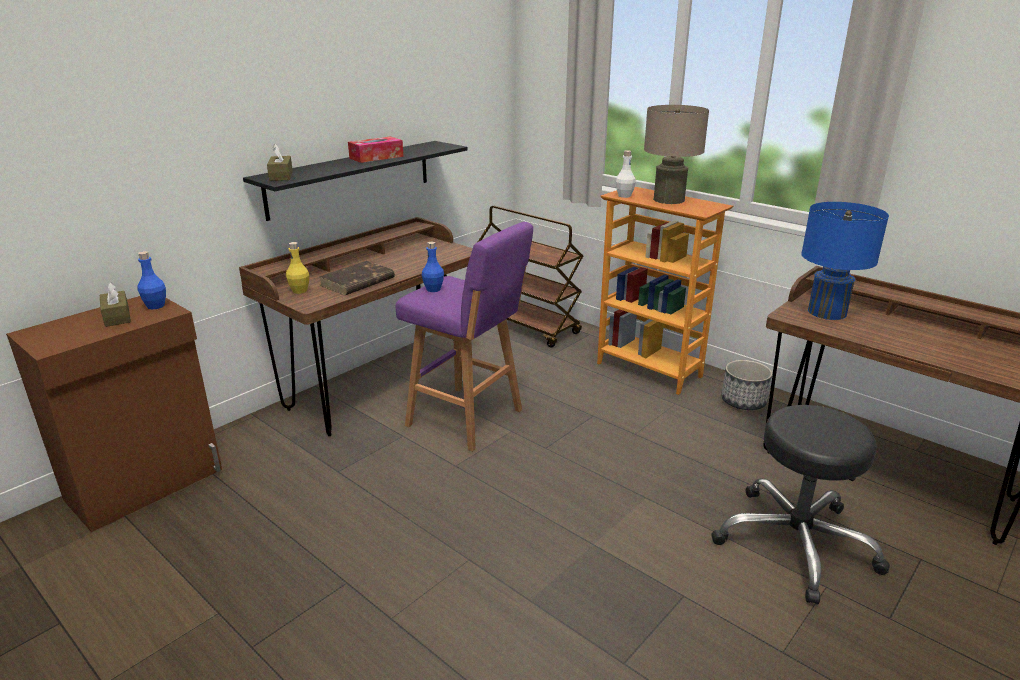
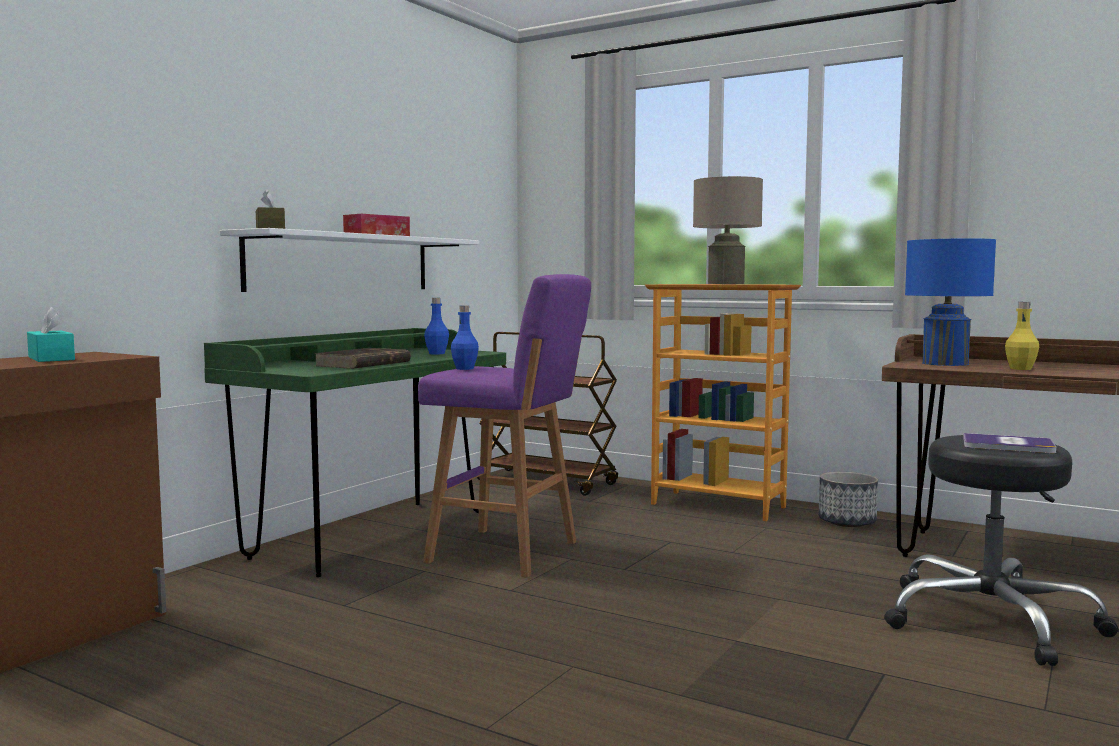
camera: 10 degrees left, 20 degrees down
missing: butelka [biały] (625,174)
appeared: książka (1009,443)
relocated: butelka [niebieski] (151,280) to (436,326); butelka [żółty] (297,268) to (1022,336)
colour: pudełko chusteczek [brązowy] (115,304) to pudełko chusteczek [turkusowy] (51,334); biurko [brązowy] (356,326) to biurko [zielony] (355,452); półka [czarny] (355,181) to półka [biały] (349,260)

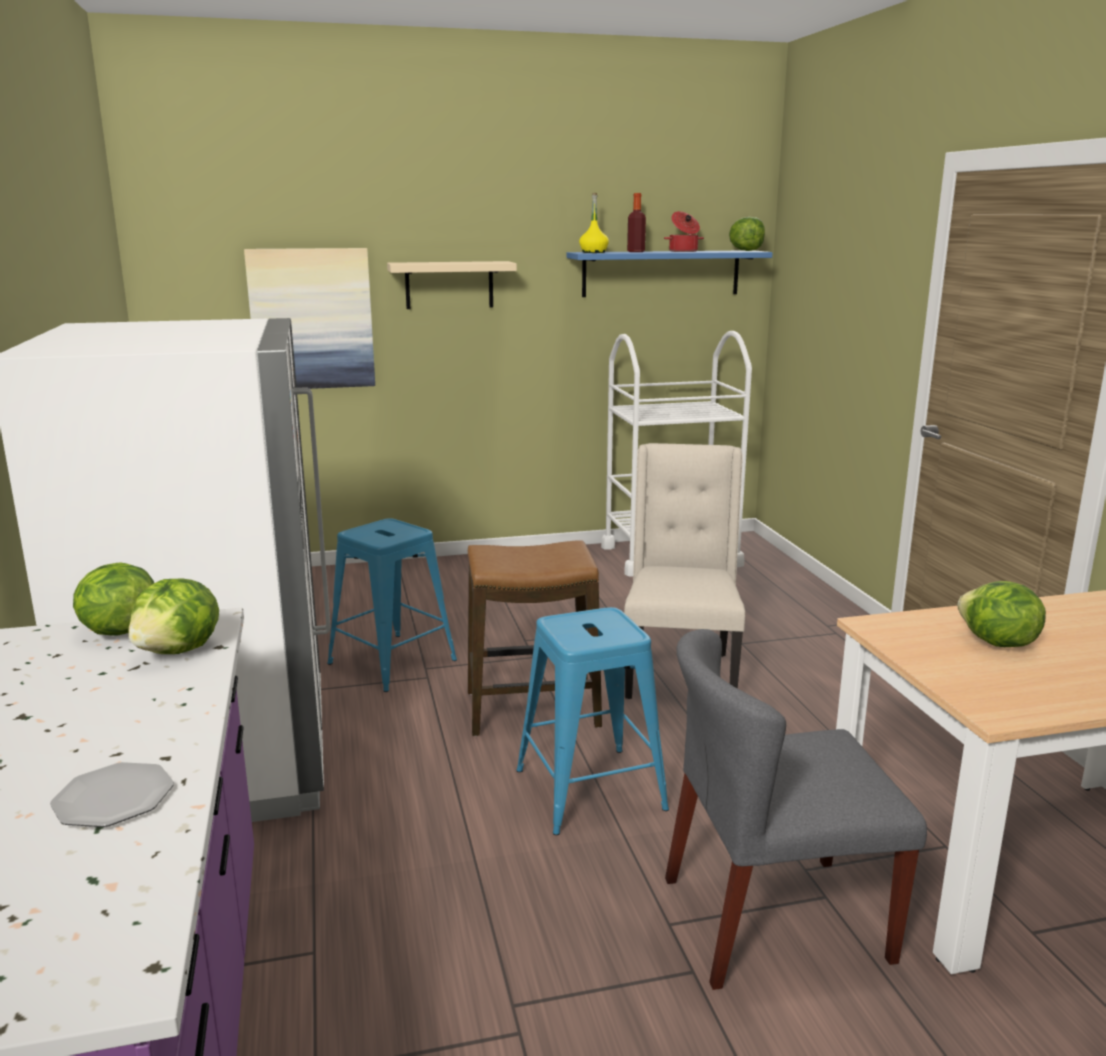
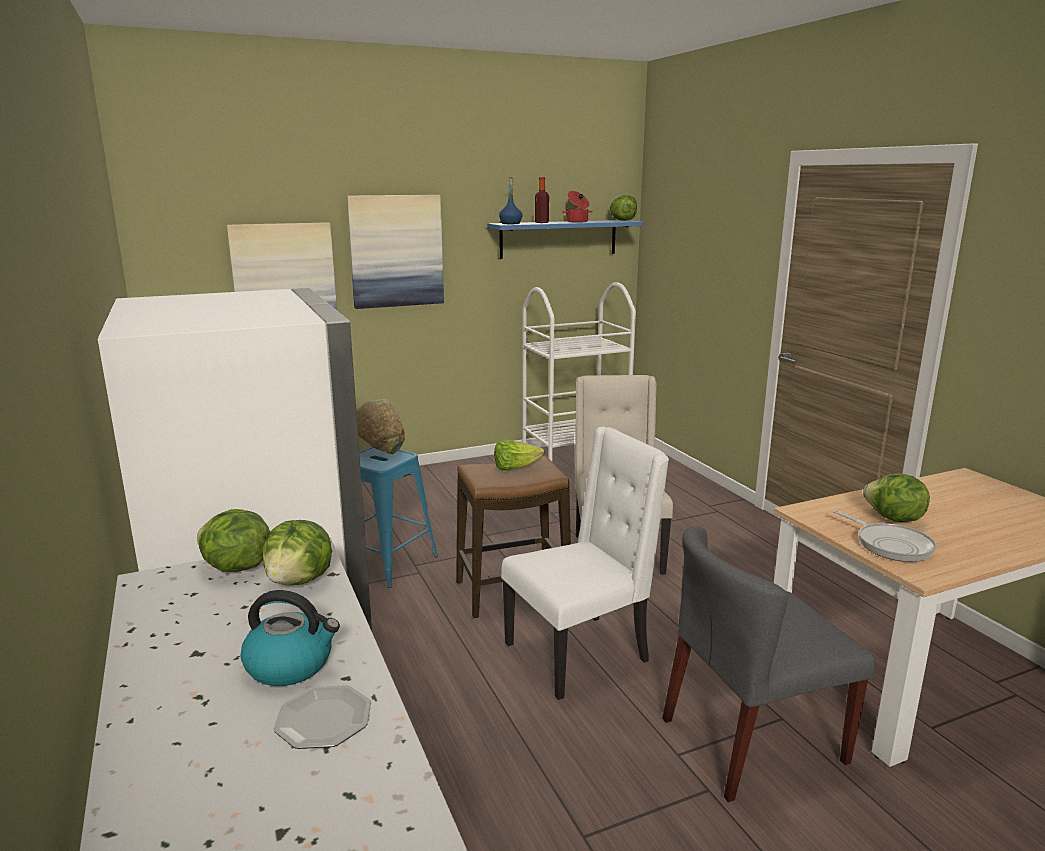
camera: 10 degrees left, 0 degrees up
appeared: czajnik (290,638); miska [zielony] (380,426); sałata (519,455); patelnia (885,536)
exchanged: półka [beżowy] (452,285) to obraz (395,252); stołek [niebieski] (593,721) to krzesło [biały] (585,563)
colour: butelka [żółty] (594,223) to butelka [niebieski] (510,200)

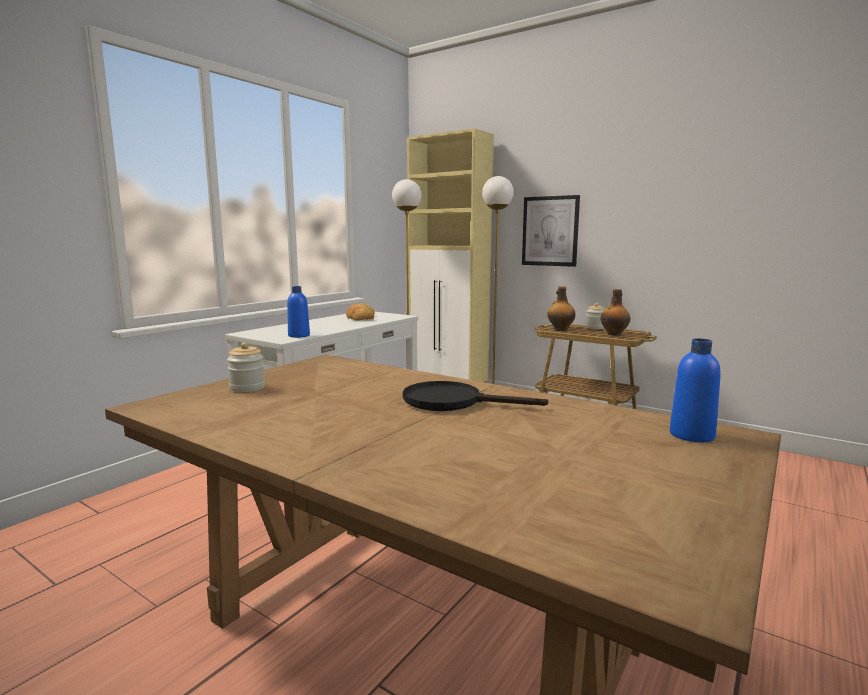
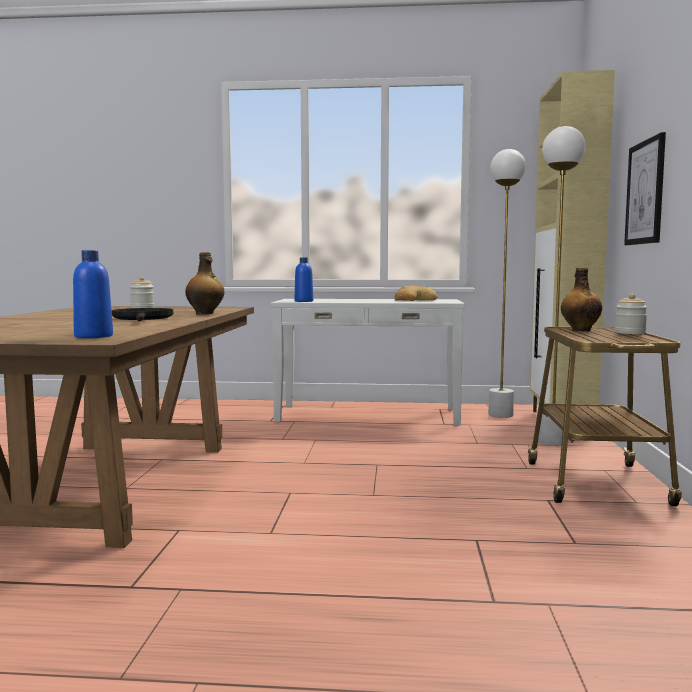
camera: 60 degrees right, 5 degrees down
relocated: butelka (615,312) to (204,283)

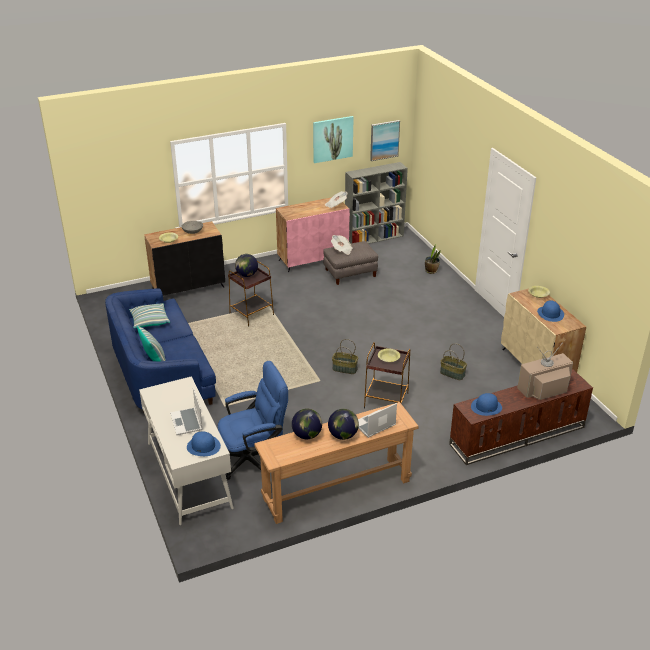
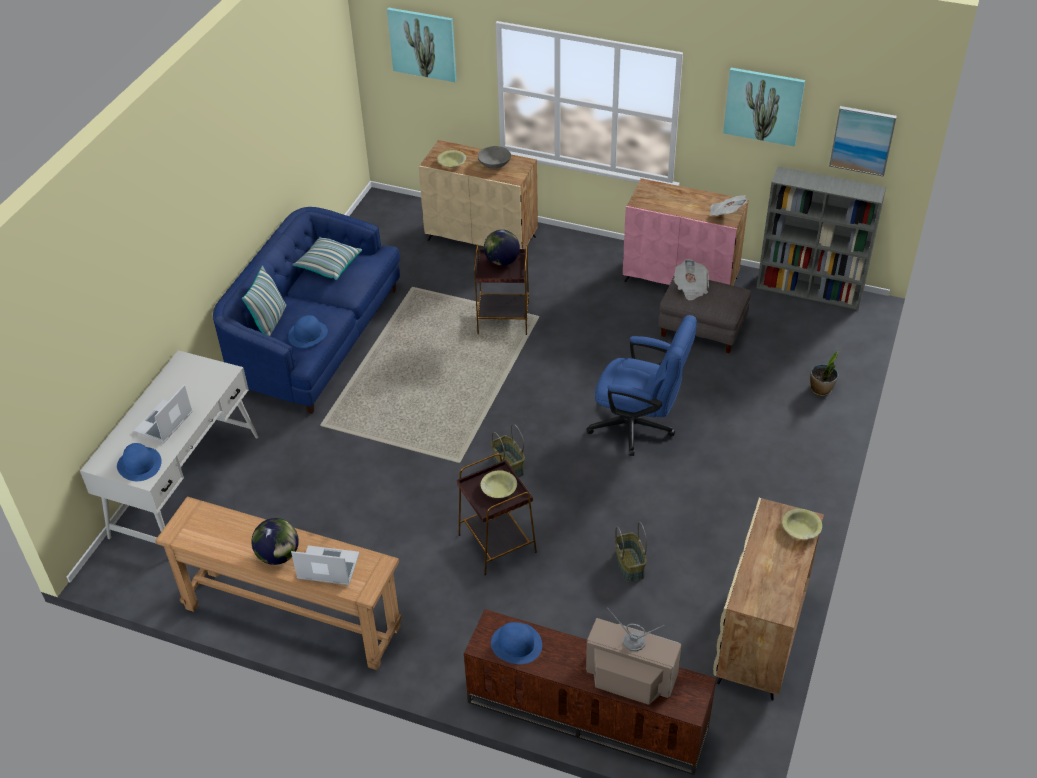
camera: 45 degrees right, 10 degrees up
missing: globus (307,423)
appeared: obraz (422,45)
relocated: kapelusz [niebieski] (550,311) to (308,331); krzesło biurowe [niebieski] (253,420) to (641,385)
colour: szafka [czarny] (184,258) to szafka [beżowy] (478,194)

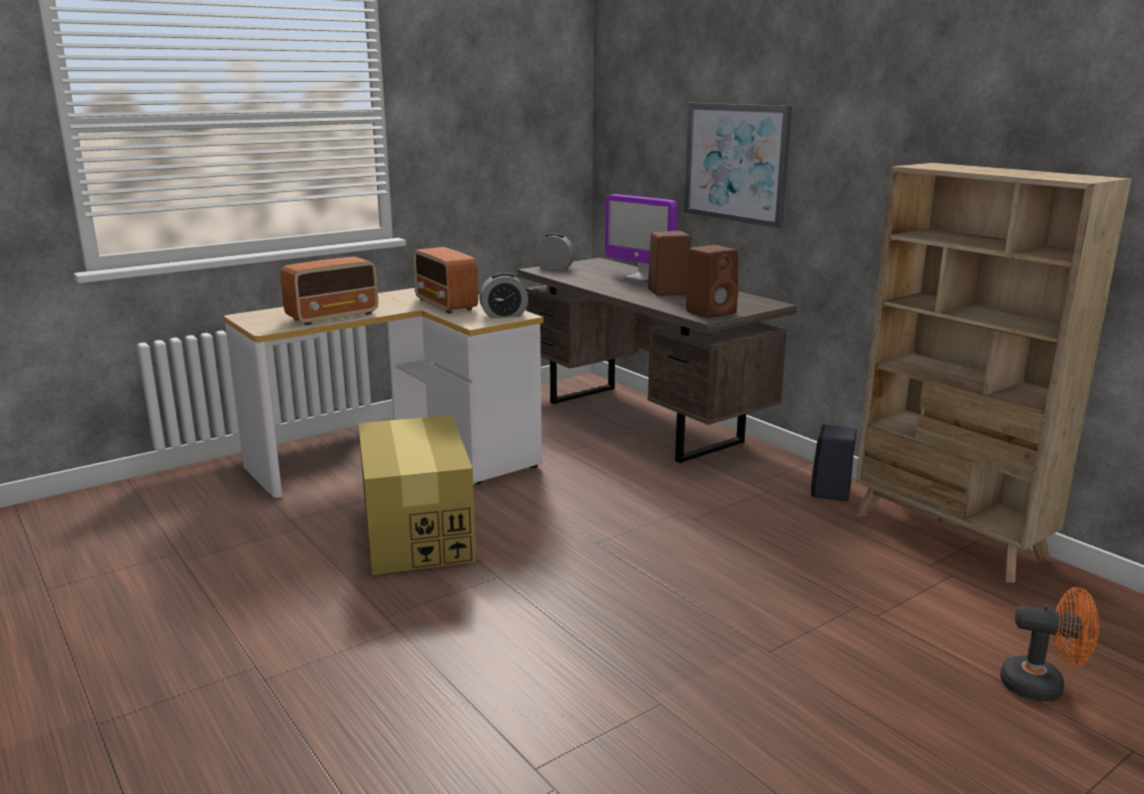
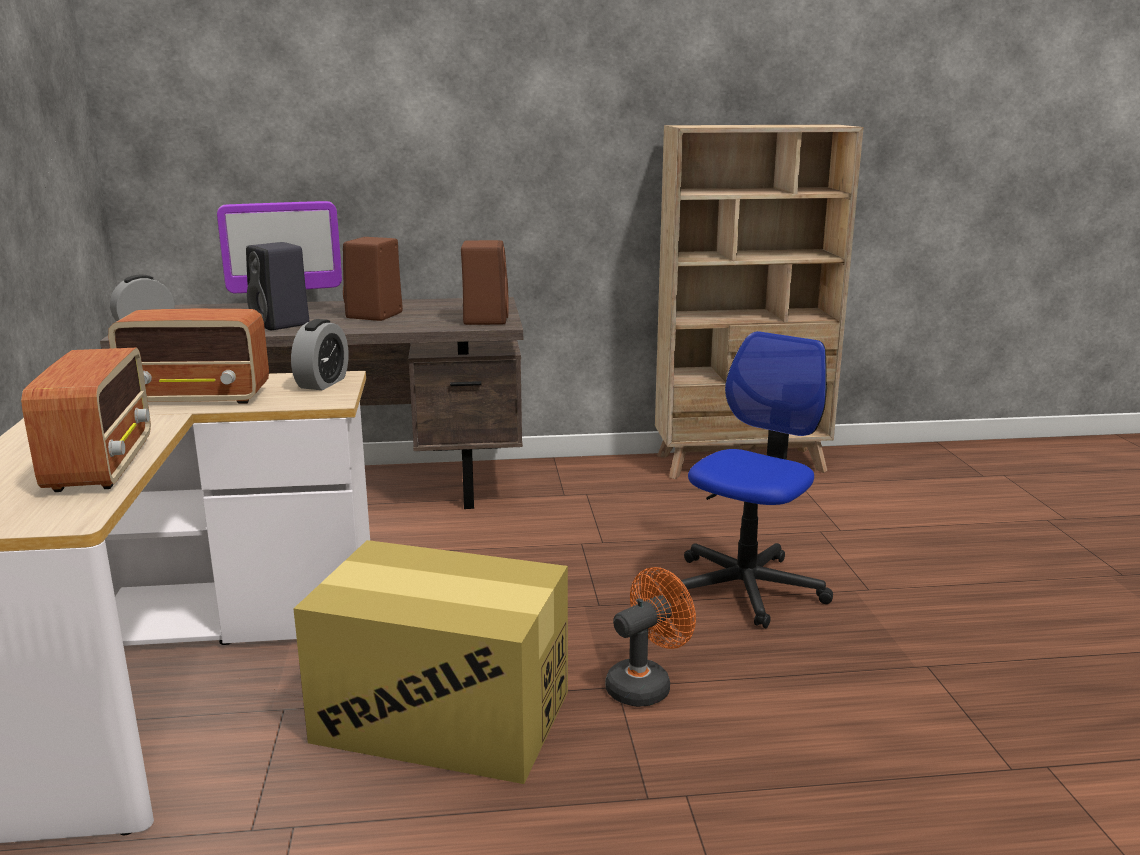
camera: 60 degrees left, 0 degrees up
missing: obraz (738,166)
appeared: krzesło biurowe (756,479)
relocated: głośnik [czarny] (834,462) to (277,286); wentylator [pomarańczowy] (1049,644) to (651,637)

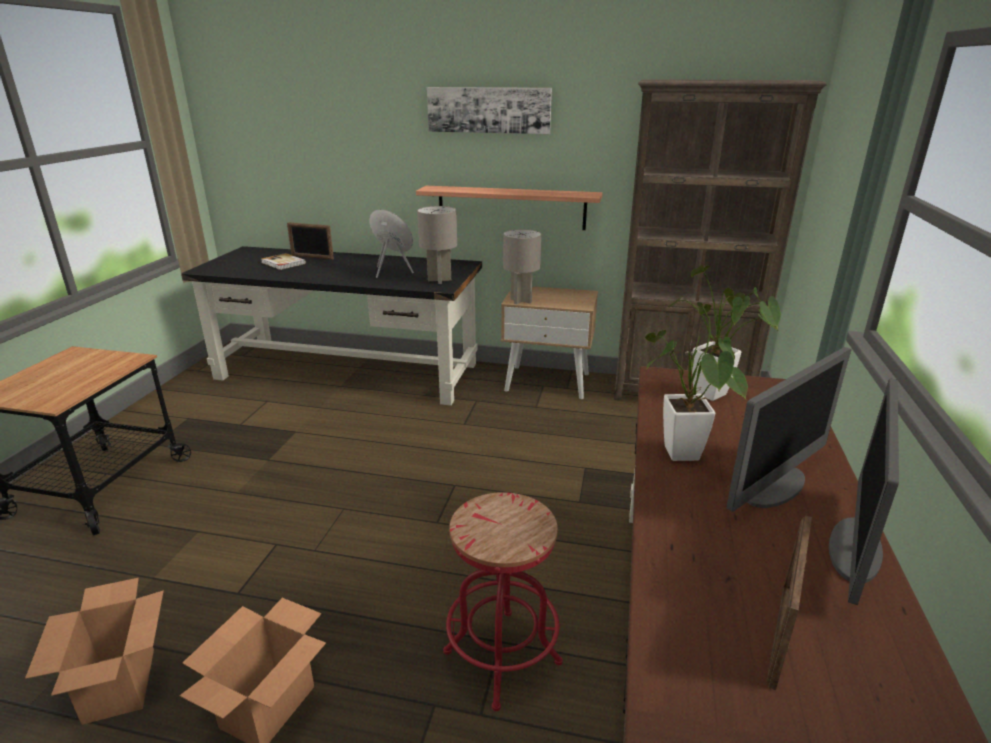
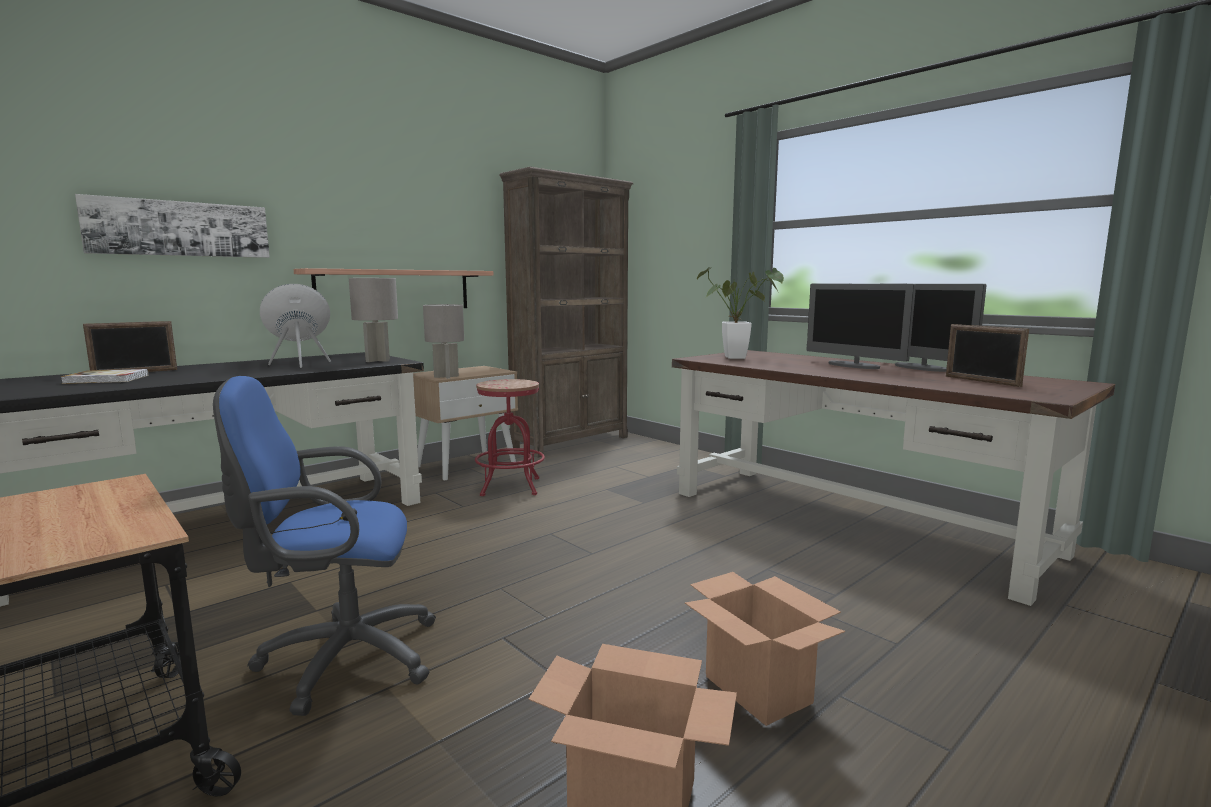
camera: 55 degrees left, 15 degrees down
missing: roślina doniczkowa (696,381)
appeared: krzesło biurowe [niebieski] (324,546)
relocated: obraz (489,110) to (172,226); stołek [czerwony] (503,601) to (510,437)
spun: monitor (788,429) = (861,326) 150 degrees clockwise

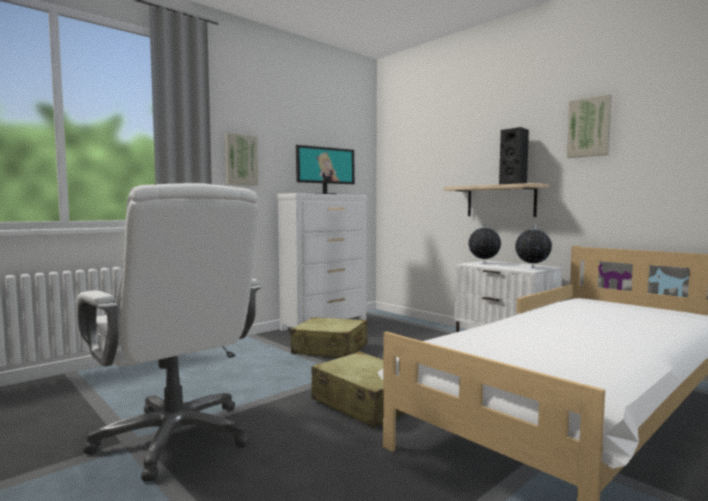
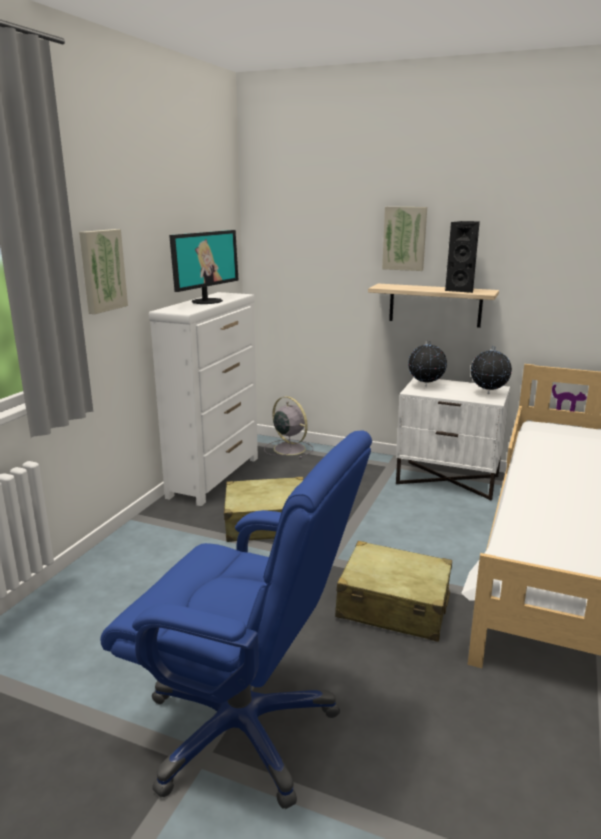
camera: 25 degrees left, 15 degrees up
appeared: wentylator [szary] (288,427)
relocated: obraz (589,126) to (404,239)
colour: krzesło biurowe [biały] (169,332) to krzesło biurowe [niebieski] (236,619)

